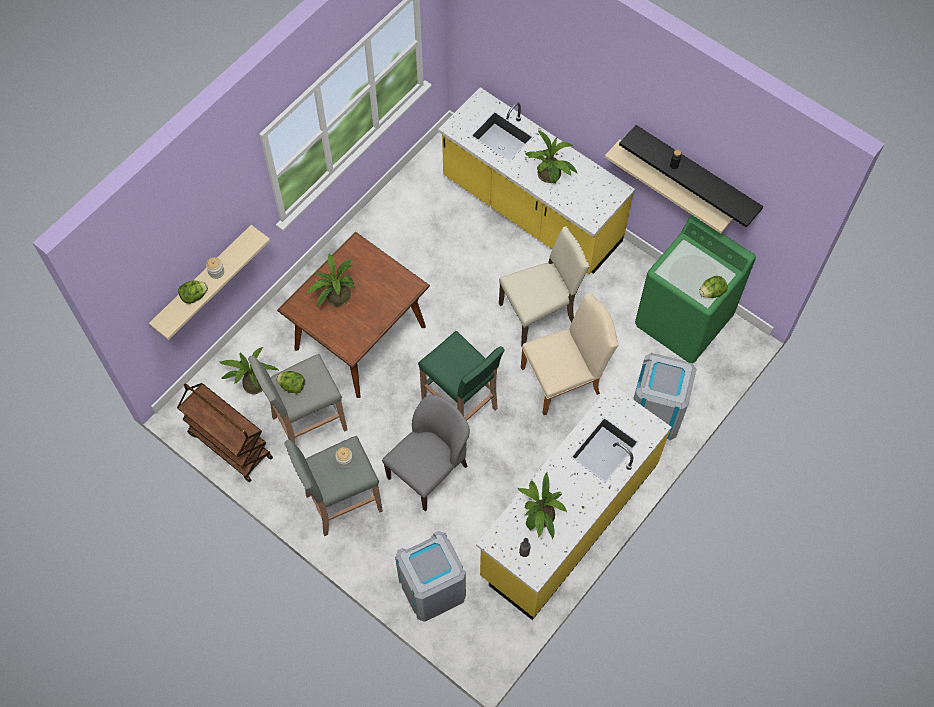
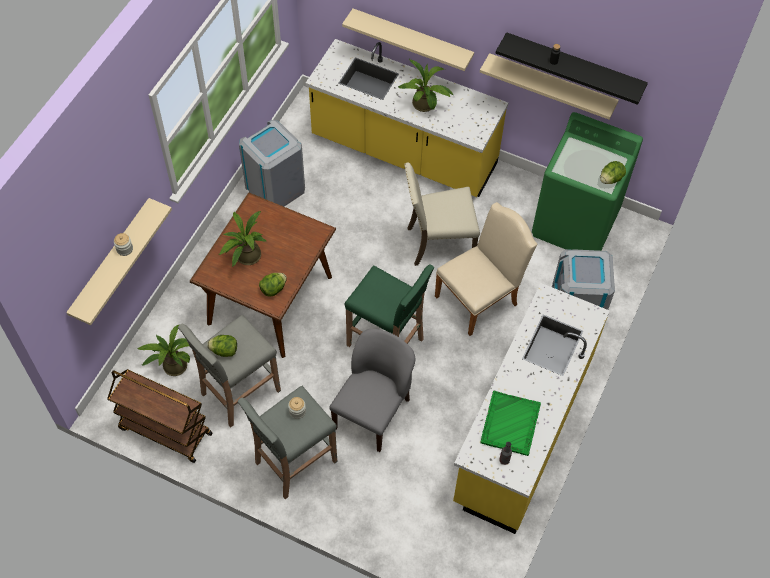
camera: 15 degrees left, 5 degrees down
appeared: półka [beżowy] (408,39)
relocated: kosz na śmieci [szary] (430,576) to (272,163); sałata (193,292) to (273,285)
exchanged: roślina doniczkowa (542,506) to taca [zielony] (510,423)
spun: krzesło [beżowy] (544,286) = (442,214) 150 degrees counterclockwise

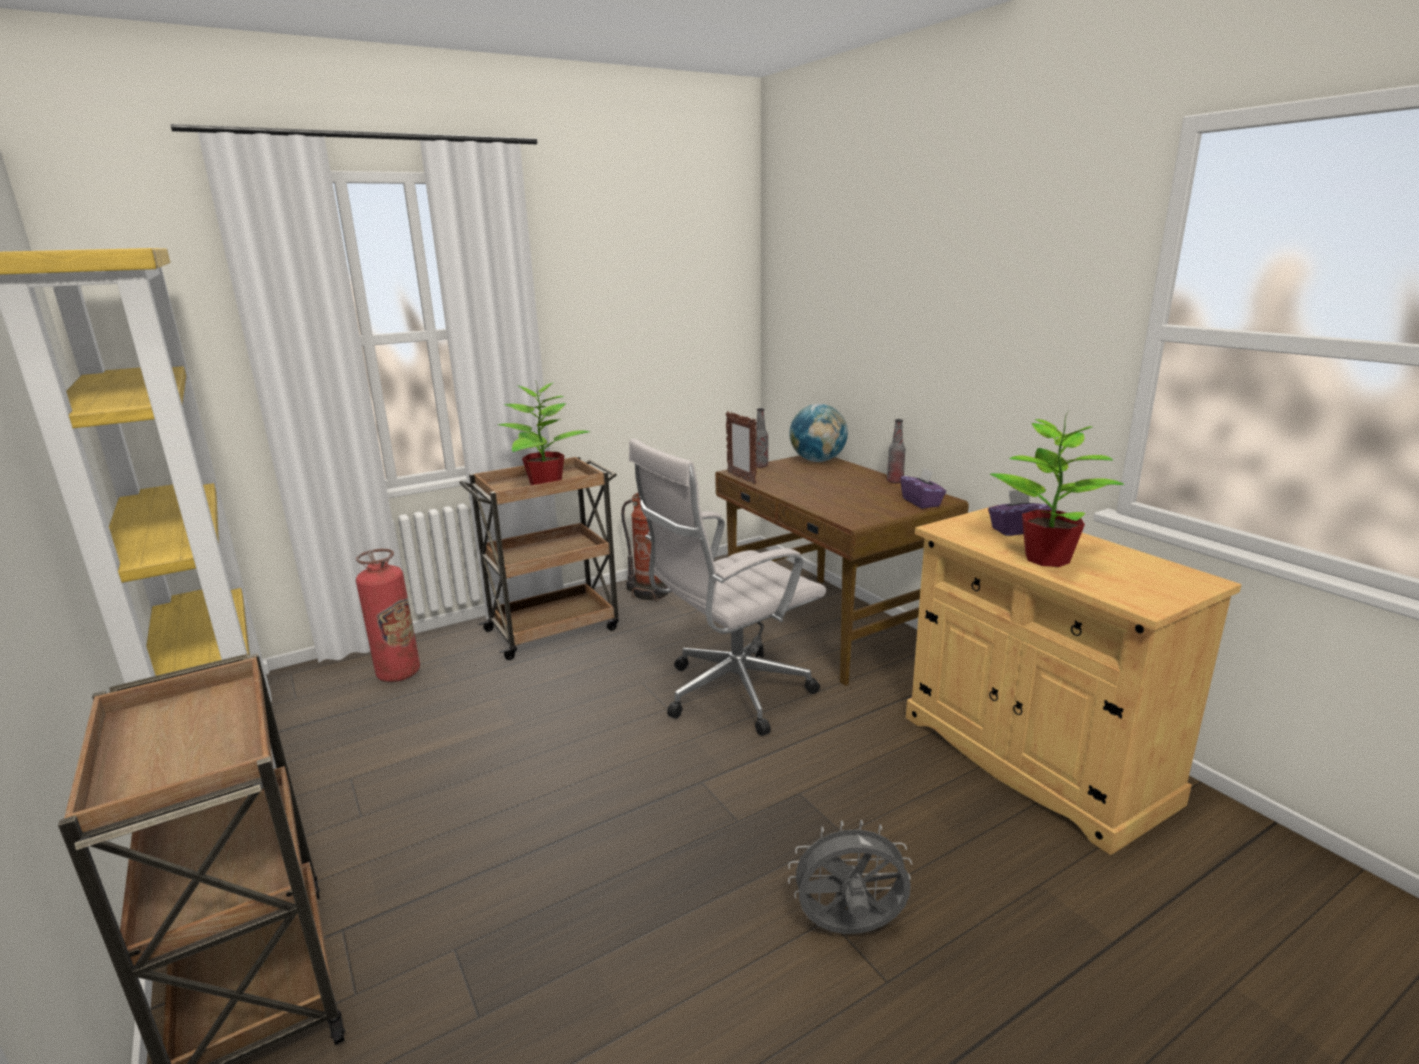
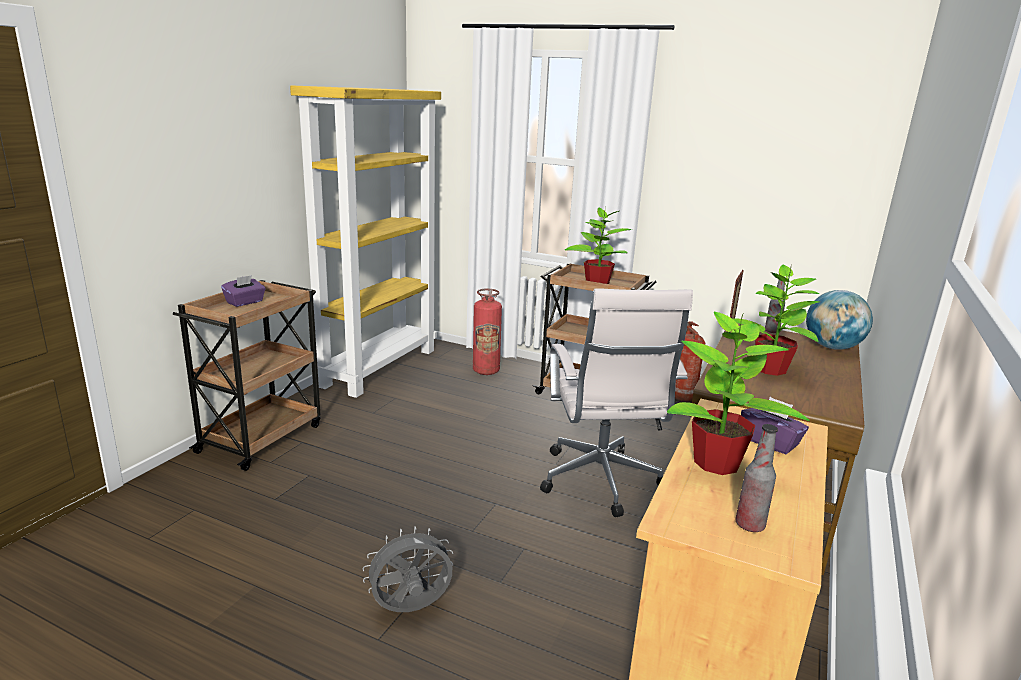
camera: 55 degrees right, 0 degrees up
appeared: roślina doniczkowa (776,320)
relocated: pudełko chusteczek [fioletowy] (923,488) to (243,291); butelka (896,451) to (757,478)
spun: wentylator [szary] (850,877) = (408,569) 75 degrees counterclockwise; krzesło biurowe [biały] (727,587) = (616,402) 120 degrees counterclockwise

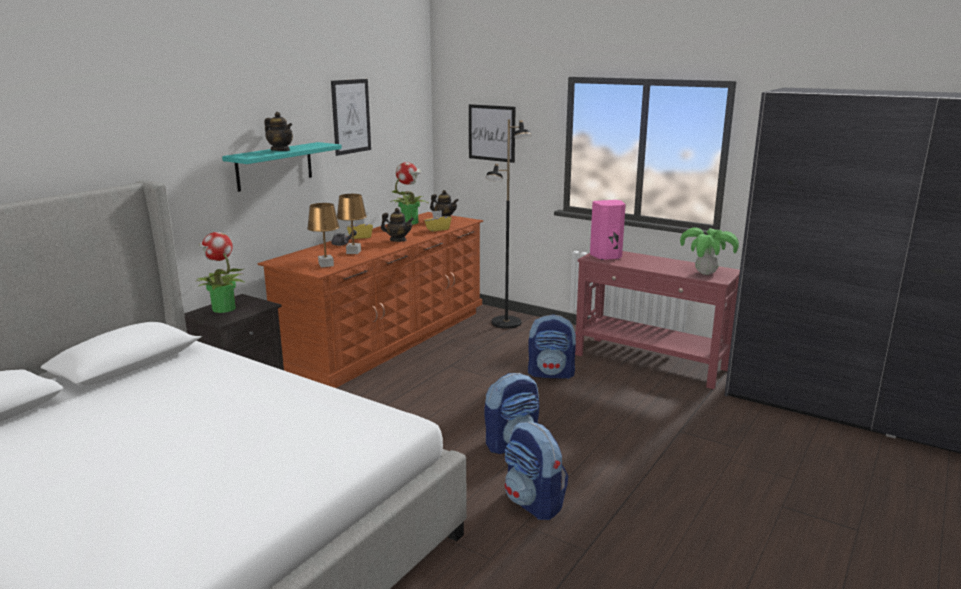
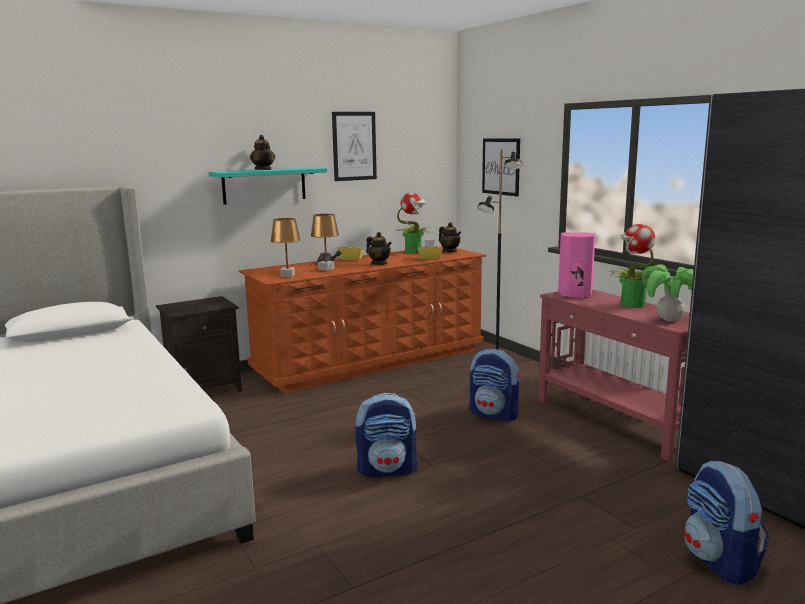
camera: 25 degrees right, 5 degrees down
relocated: roślina doniczkowa (220,272) to (636,266); plecak (536,471) to (726,523)

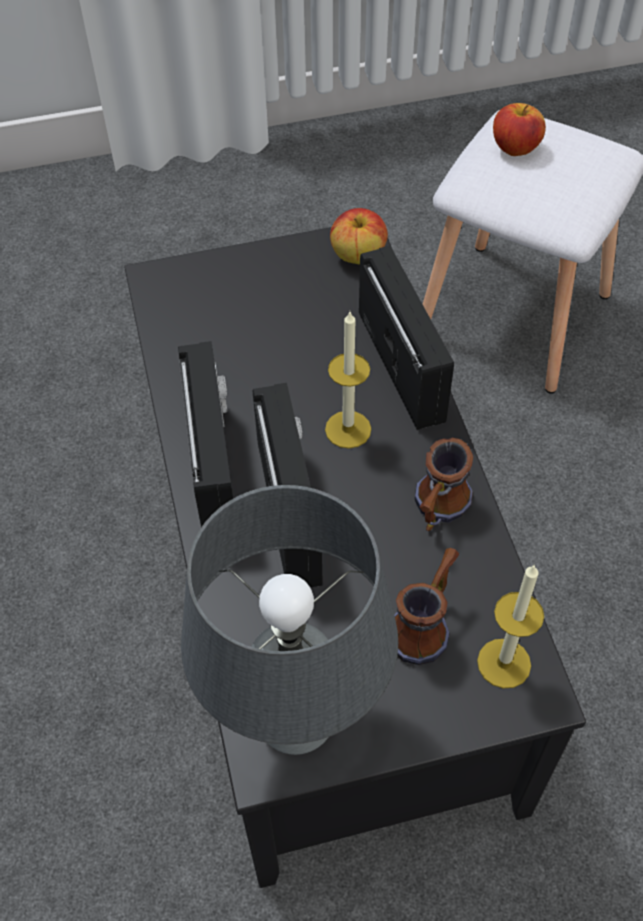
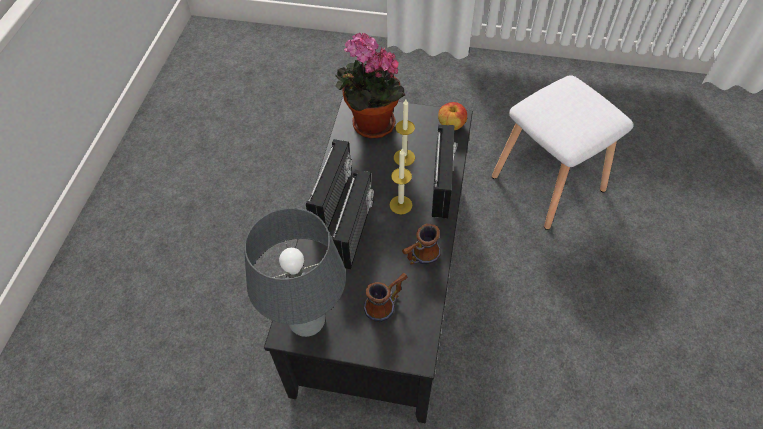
camera: 25 degrees right, 0 degrees up
missing: jabłko (519,129)
appeared: roślina doniczkowa (370,86)
relocated: świeca (510,626) to (404,133)

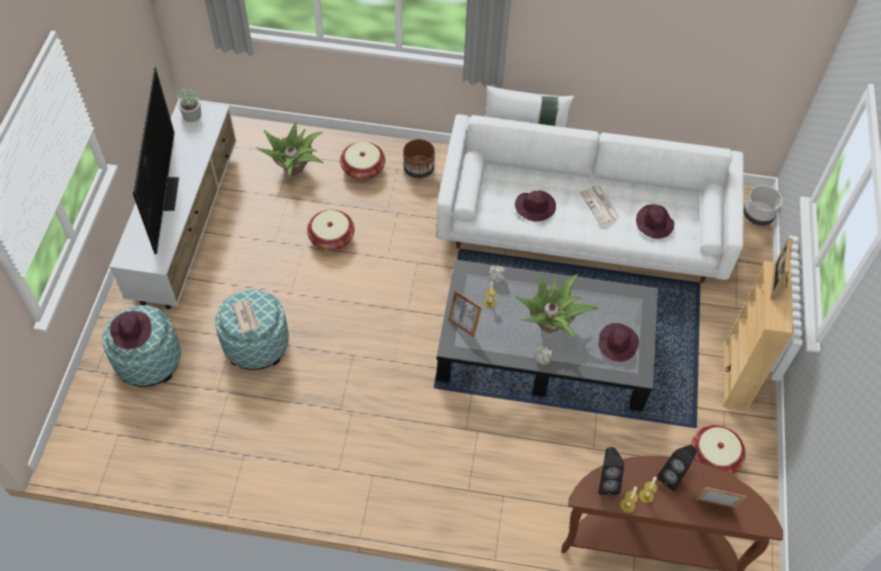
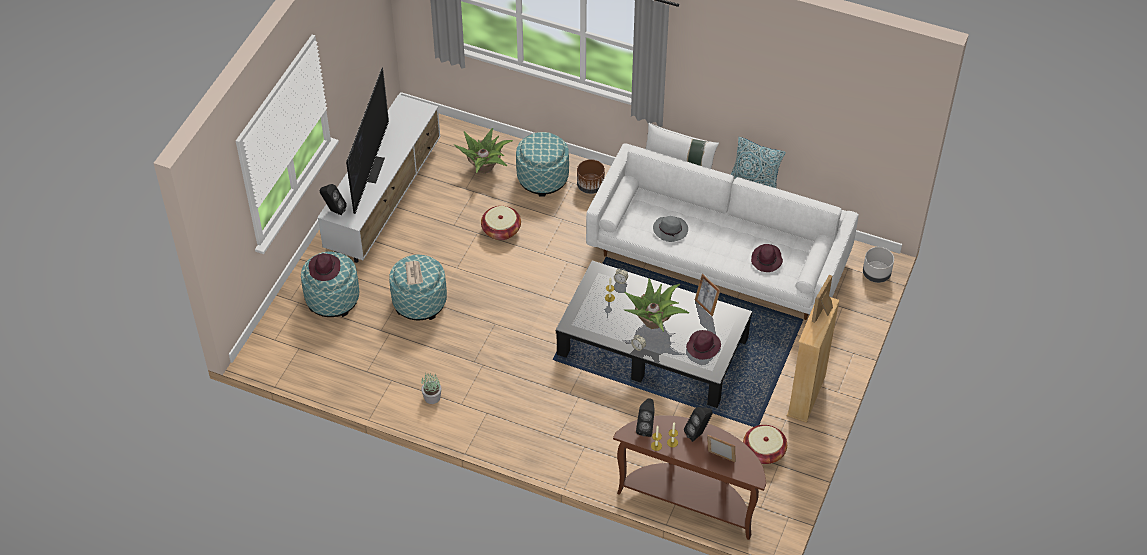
camera: 15 degrees right, 5 degrees down
missing: gazeta (599,205)
appeared: głośnik [czarny] (333,199); poduszka (758,162)
relocated: roślina doniczkowa (188,103) to (431,388); ramka na zdjęcie (465,313) to (707,295)
exchanged: koszyk (362,161) to pufa (542,164)
colour: kapelusz [fioletowy] (535,206) to kapelusz [szary] (670,229)

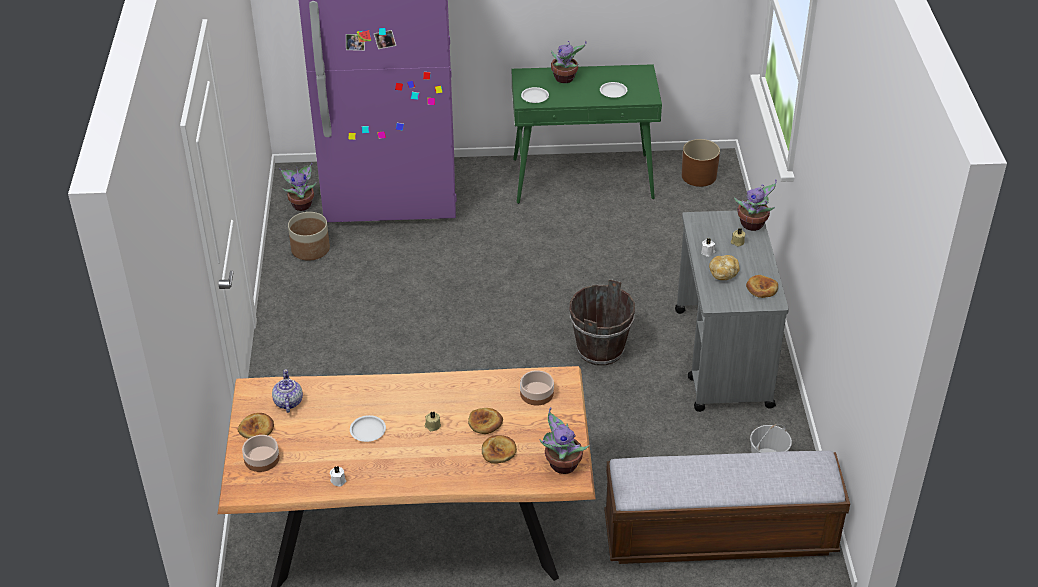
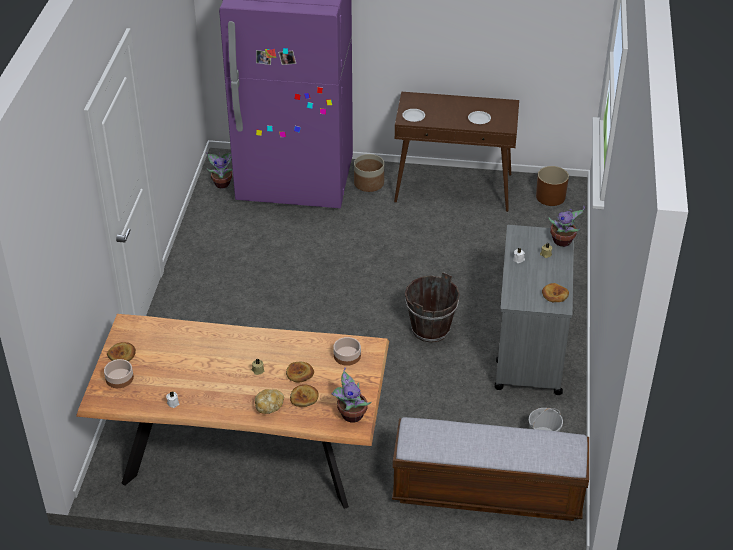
camera: 10 degrees right, 0 degrees up
missing: imbryk (287,391); talerz [biały] (368,428); roślina doniczkowa (569,61)
relocated: chleb (724,267) to (269,401); donica (309,236) to (369,173)
colour: stolik konsolowy [zielony] (587,134) to stolik konsolowy [brązowy] (456,152)

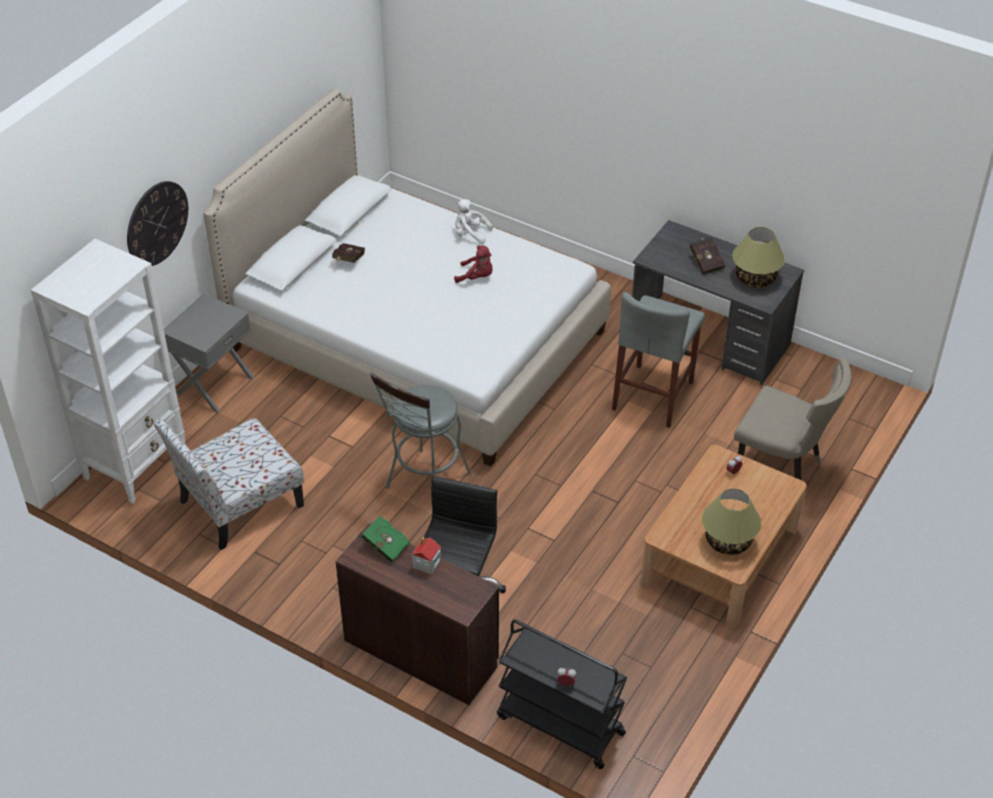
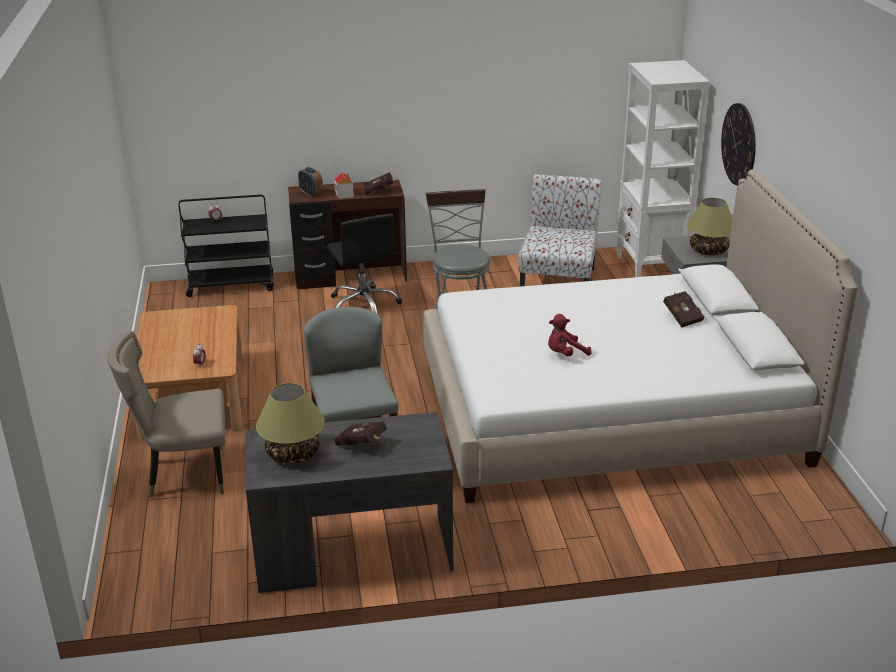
camera: 140 degrees right, 15 degrees down
missing: pluszak [biały] (474,221)
appeared: budzik (310,182)
relocated: lampa stołowa (731,521) to (710,226)
colour: książka [zielony] (385,539) to książka [czerwony] (381,183)

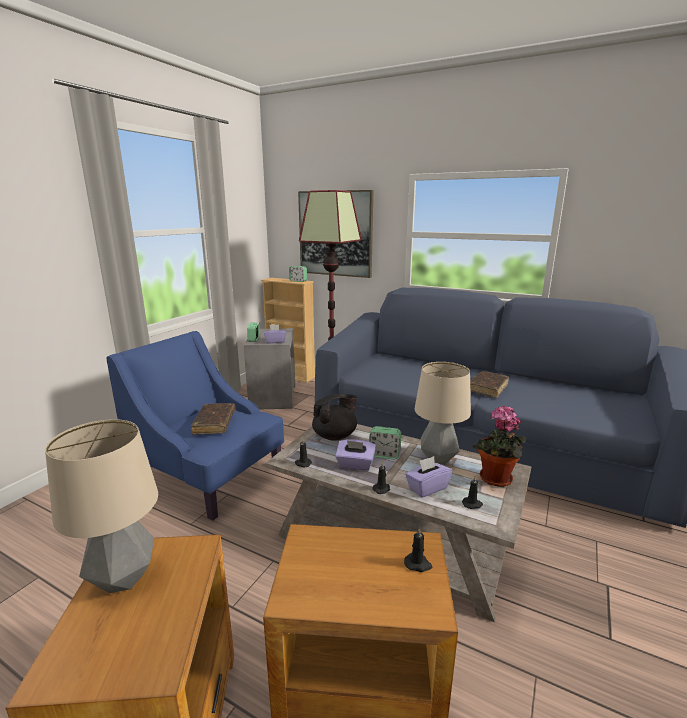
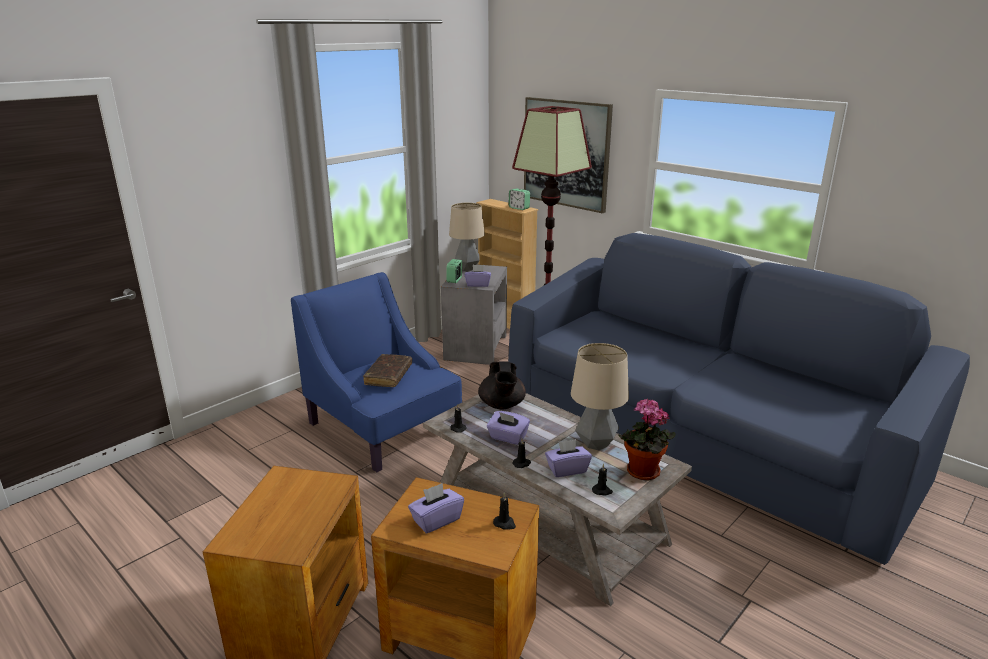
camera: 15 degrees right, 5 degrees up
missing: budzik (385,443); książka [brązowy] (489,385)
appeared: pudełko chusteczek [fioletowy] (436,508)
relocated: lampa stołowa (101,506) to (467,237)
spun: imbryk [czarny] (335,417) = (502,385) 105 degrees clockwise

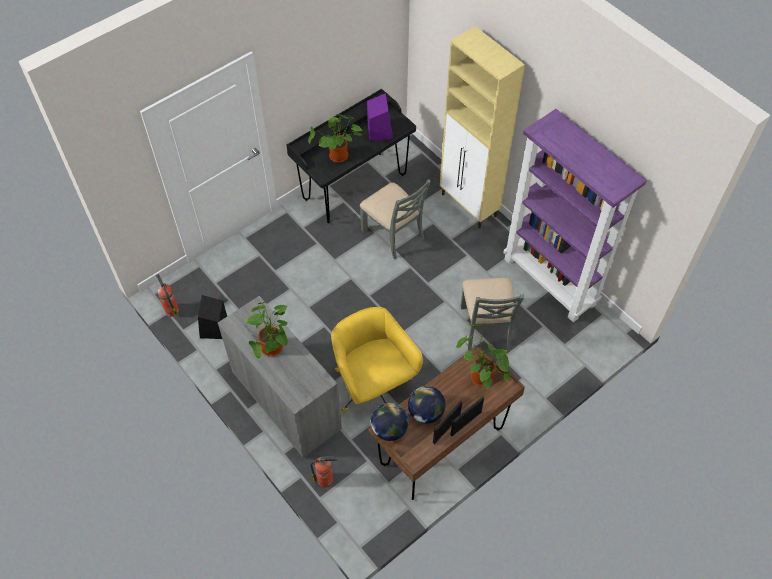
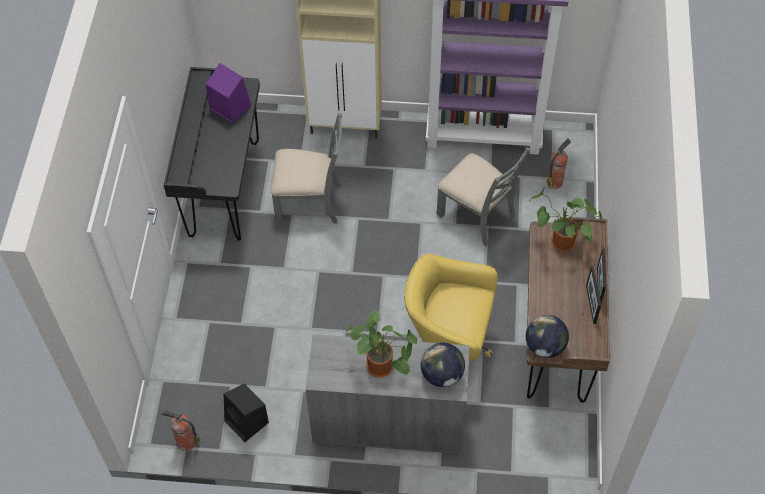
camera: 45 degrees left, 0 degrees up
missing: roślina doniczkowa (335,138)
relocated: globus (426,405) to (443,365); gaśnica (323,471) to (559,164)

